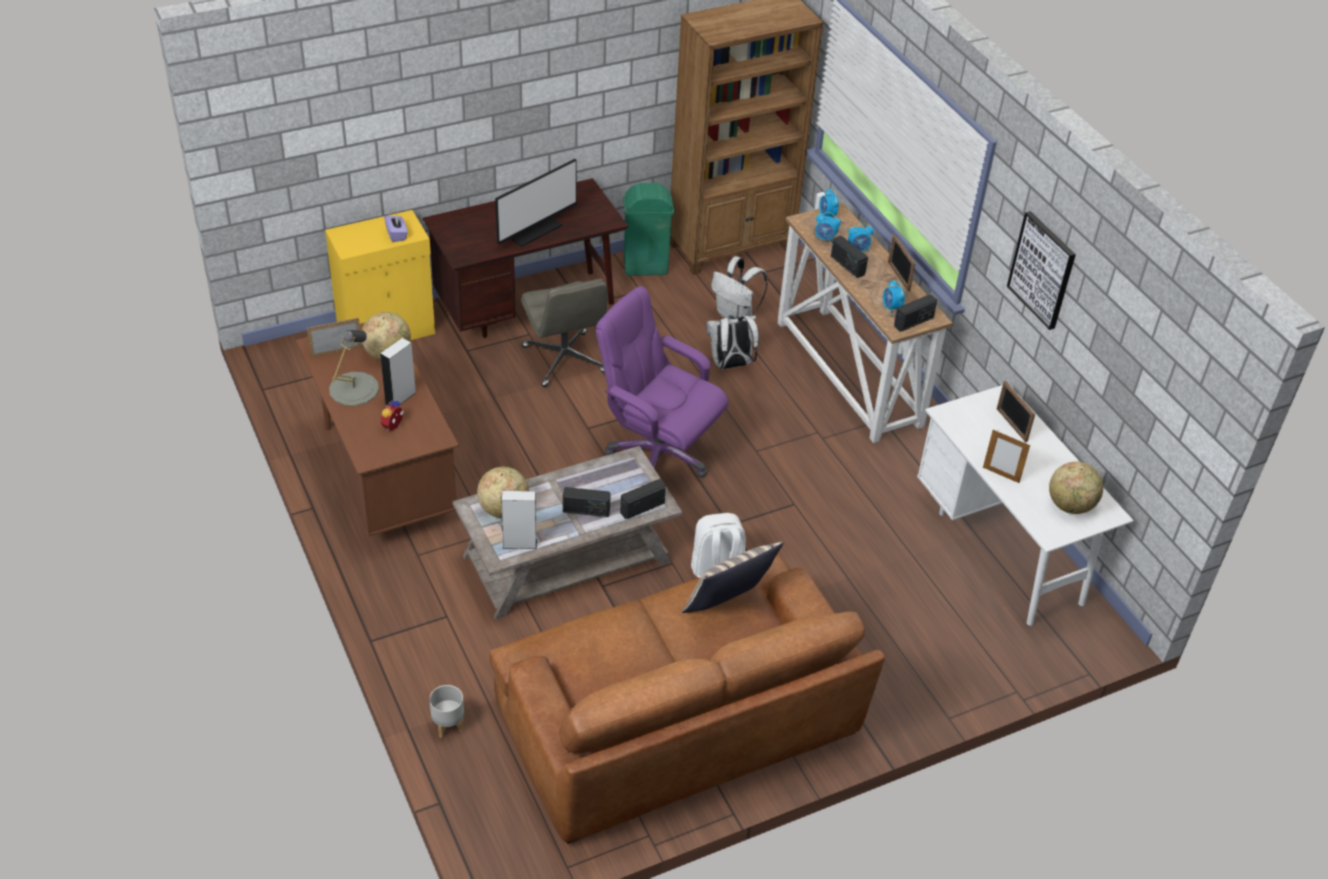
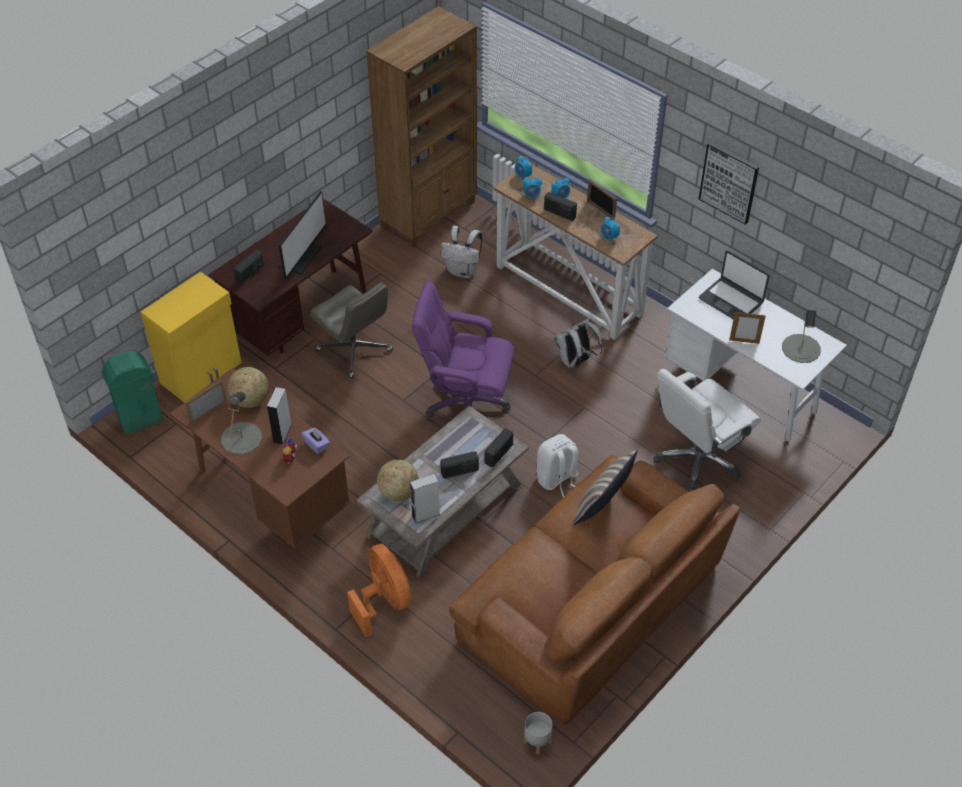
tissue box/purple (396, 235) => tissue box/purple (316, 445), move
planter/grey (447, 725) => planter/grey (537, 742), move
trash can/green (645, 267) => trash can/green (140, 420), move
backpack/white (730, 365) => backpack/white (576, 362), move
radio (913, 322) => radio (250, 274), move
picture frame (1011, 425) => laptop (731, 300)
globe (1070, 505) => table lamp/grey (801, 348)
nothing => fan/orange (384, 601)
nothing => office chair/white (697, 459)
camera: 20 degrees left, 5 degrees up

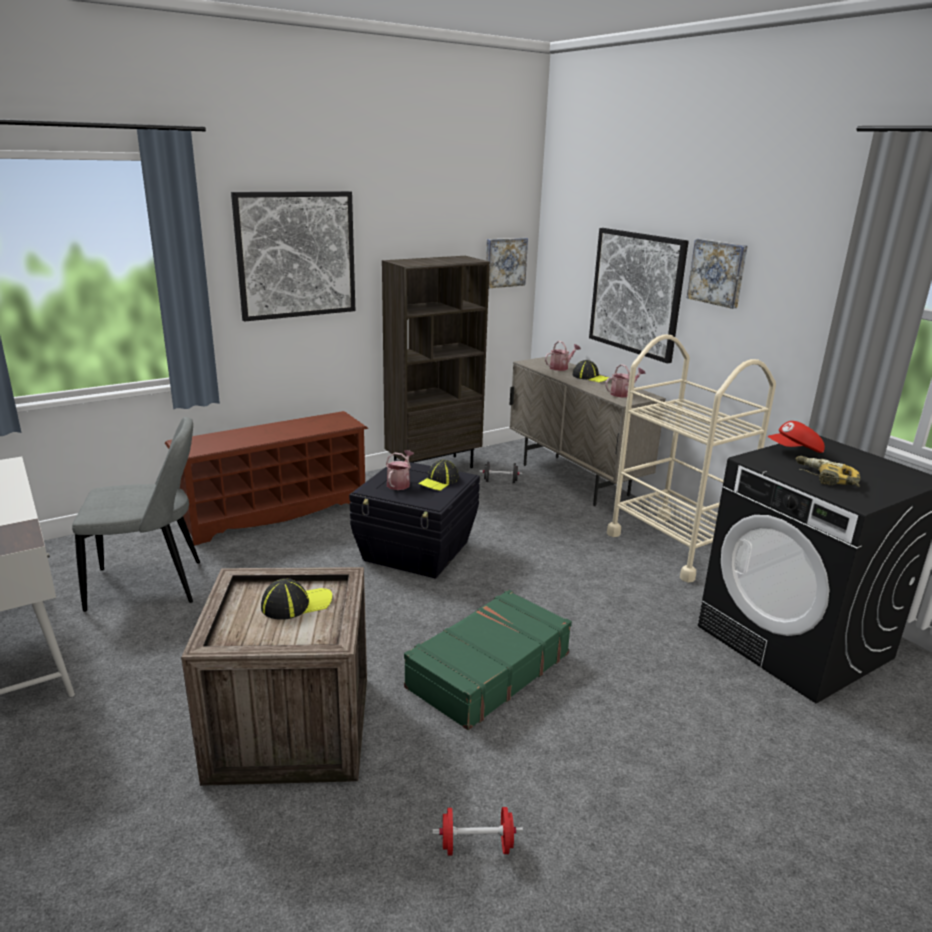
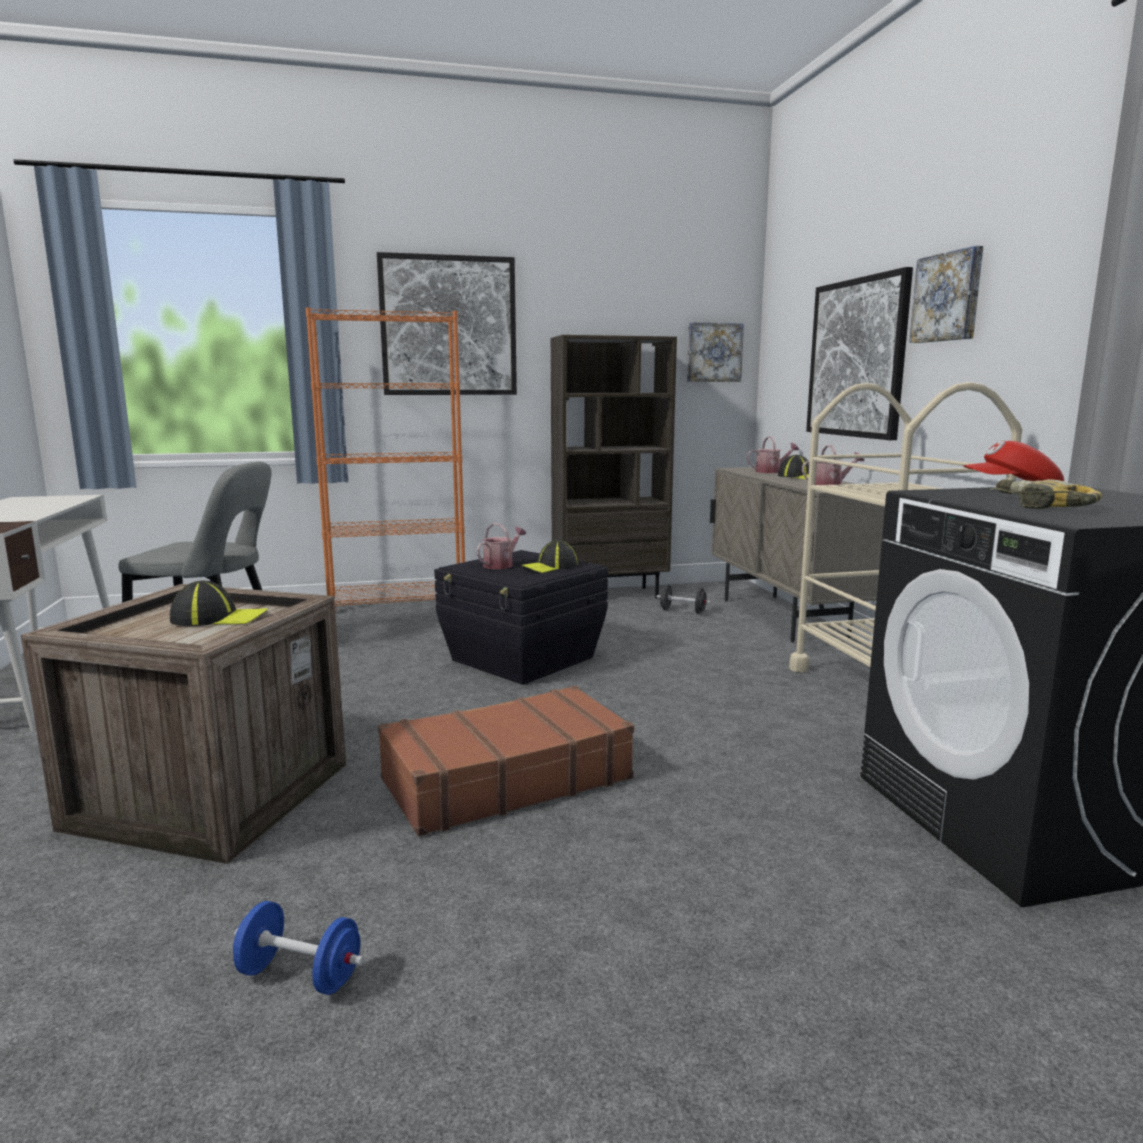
shoe rack/brown (276, 513) => bookcase/orange (399, 614)
suitcase/green (487, 670) => suitcase/brown (505, 779)
dumbbell/red (477, 846) => dumbbell/blue (300, 975)
camera: 20 degrees right, 10 degrees down

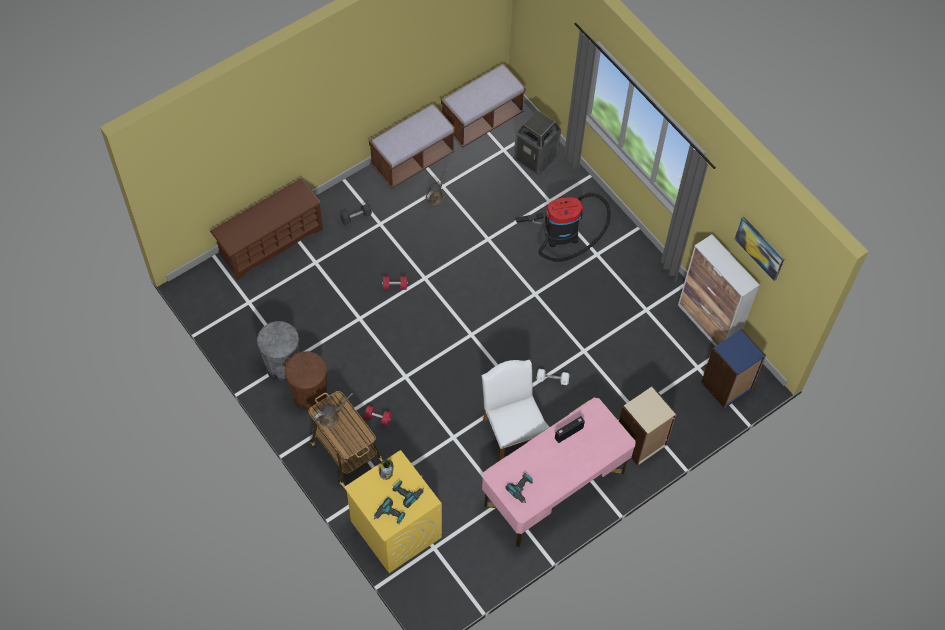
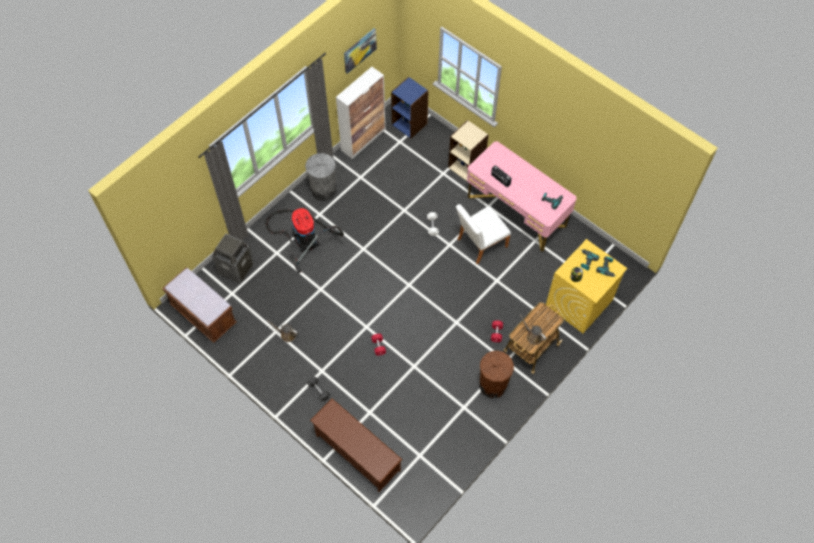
trash can/grey (283, 367) => trash can/grey (323, 190), move
bench/brown (412, 160) => nothing
camera: 100 degrees left, 0 degrees up

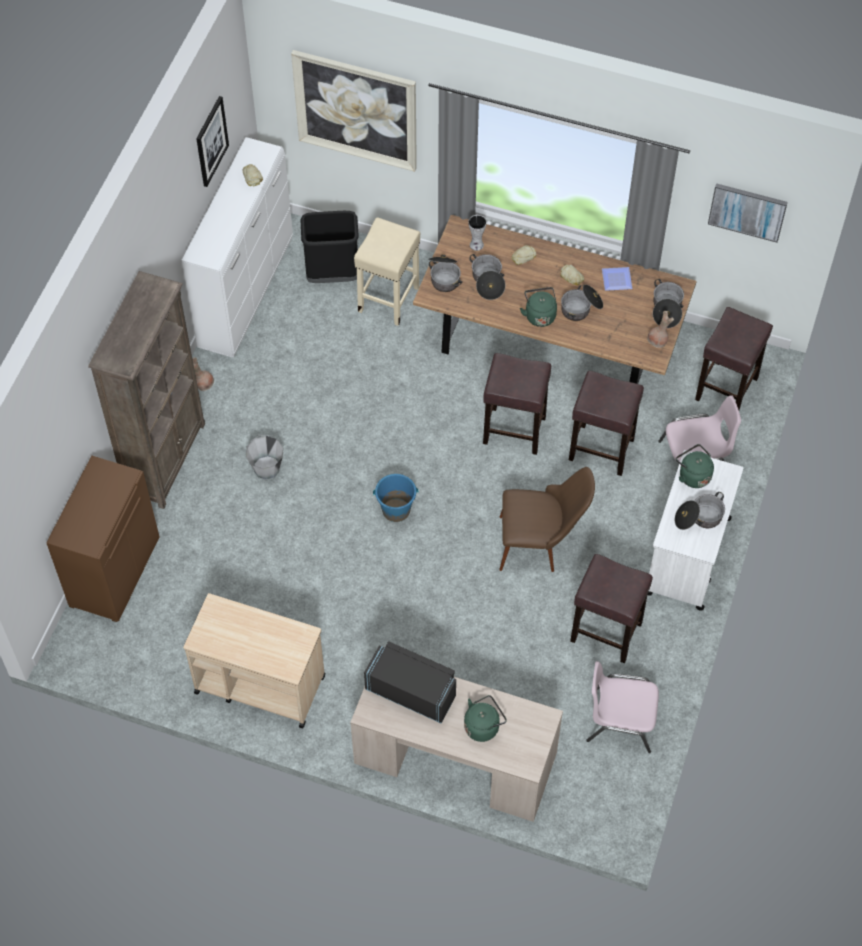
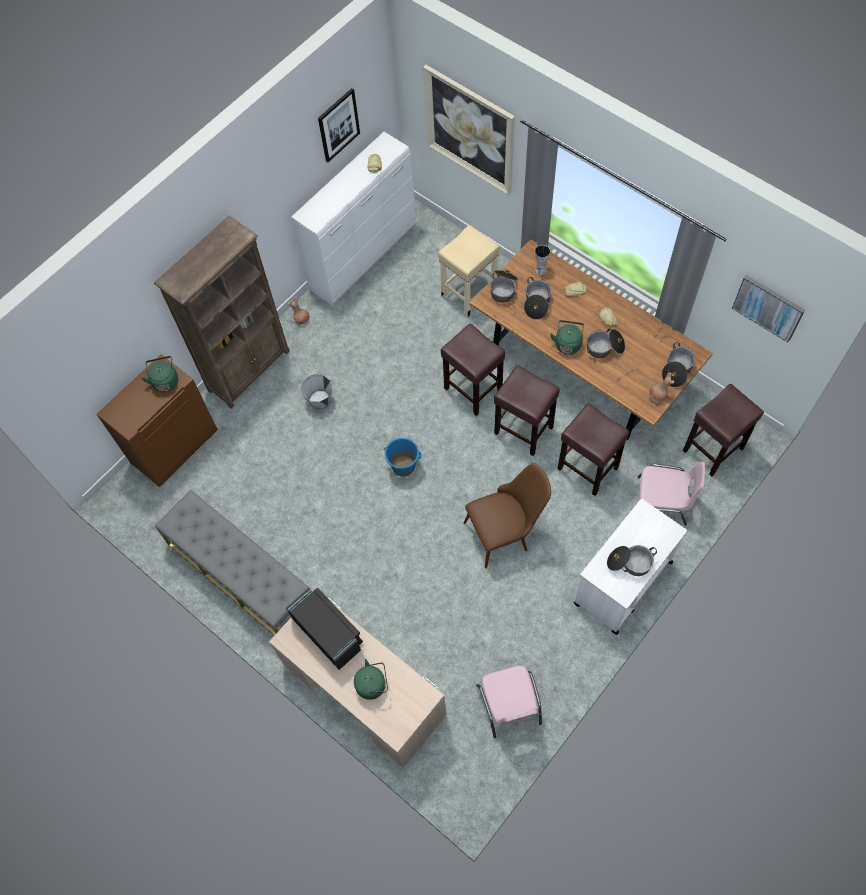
cart/beige (259, 684) => bench/grey (240, 573)
trash can/black (333, 274) => nothing
chair/brown (540, 543) => chair/brown (505, 531), 45 degrees counterclockwise
stool/brown (604, 632) => stool/brown (472, 390), move
chair/pink (620, 719) => chair/pink (509, 705), 135 degrees counterclockwise
plate (617, 279) => nothing
kettle/green (693, 475) => kettle/green (165, 380), move
camera: 25 degrees right, 5 degrees up

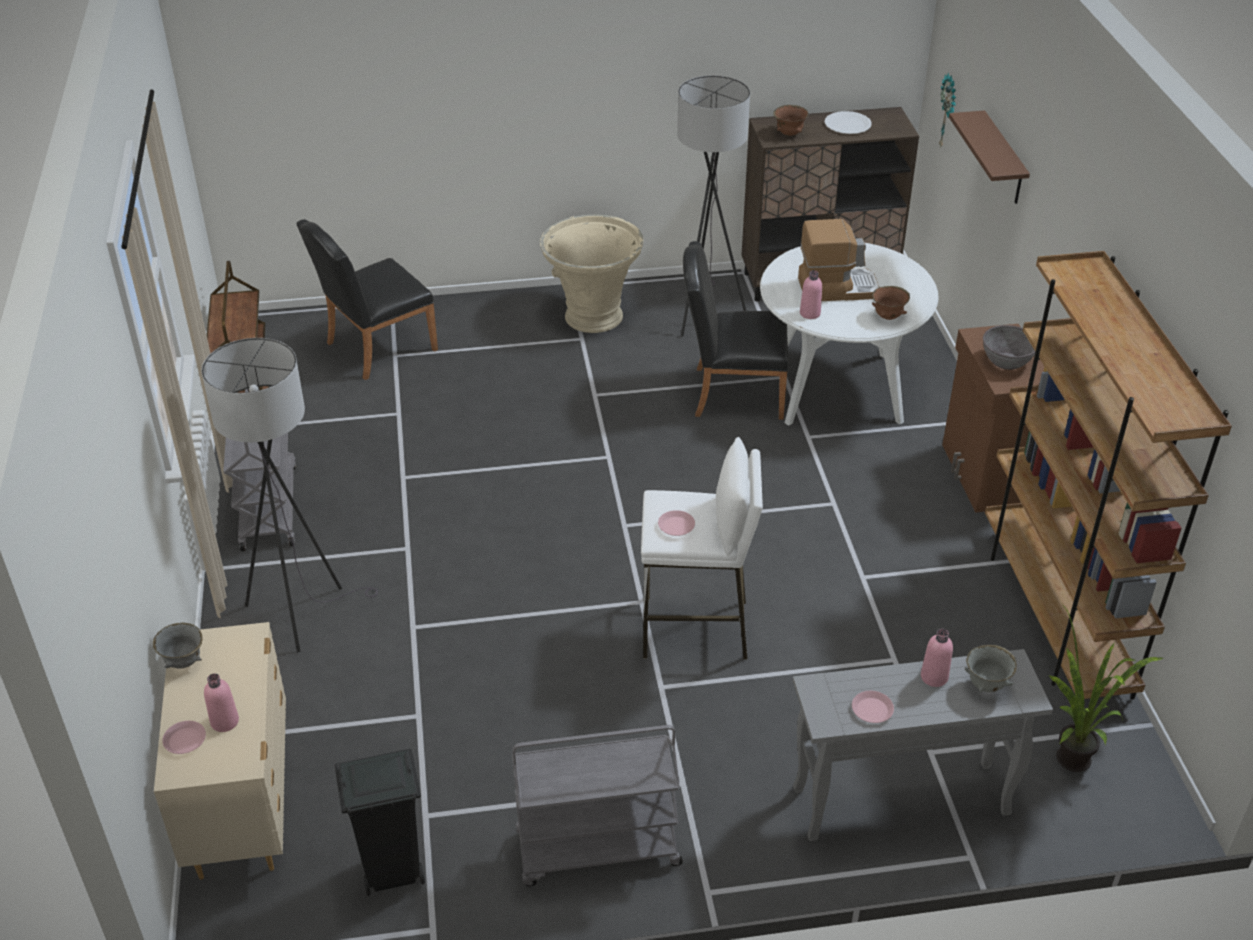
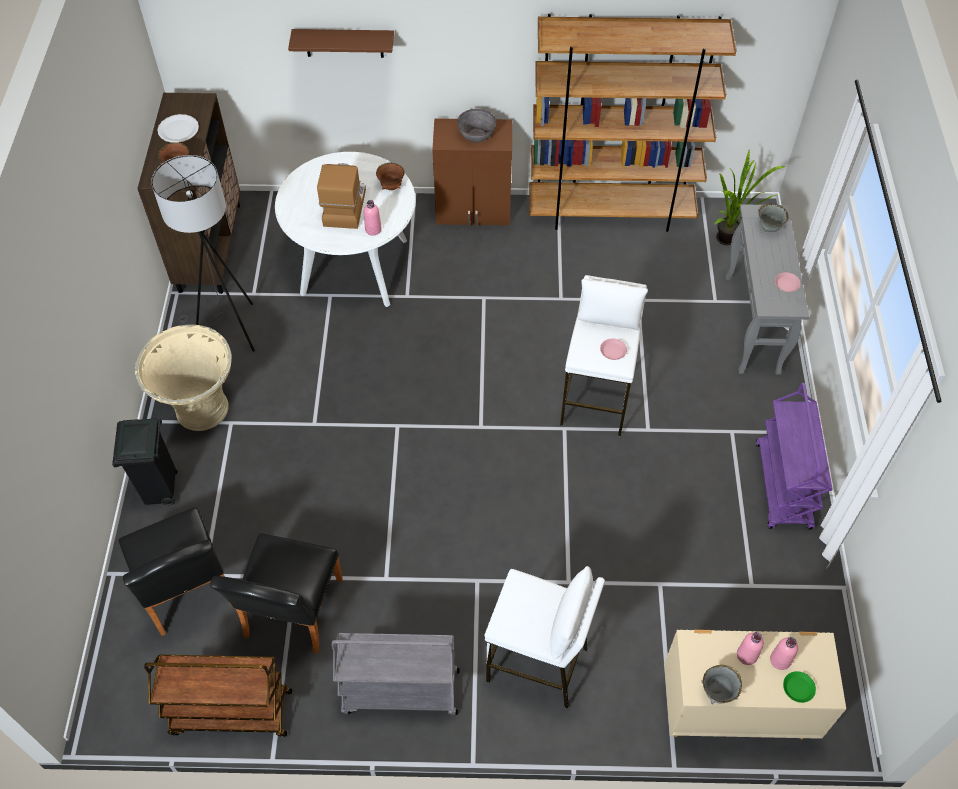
plate/pink (184, 740) => plate/green (798, 688)
floor lamp/grey (301, 610) => stool/white (537, 665)
trash can/black (391, 873) => trash can/black (161, 491), move
cart/grey (597, 850) => cart/purple (783, 486)
chair/black (731, 392) => chair/black (291, 614), move
bottle/pink (934, 677) => bottle/pink (747, 655), move
wall clock (949, 112) => nothing
camera: 80 degrees left, 15 degrees up

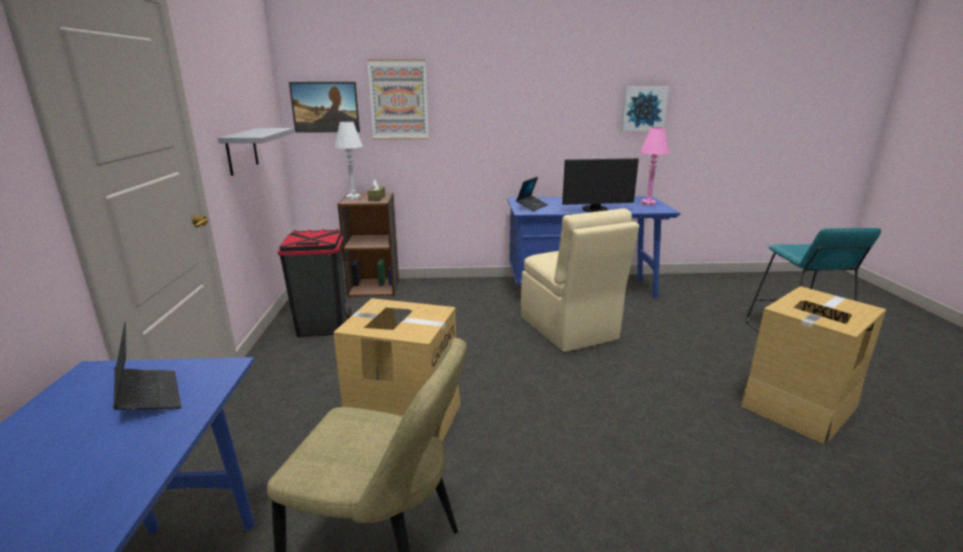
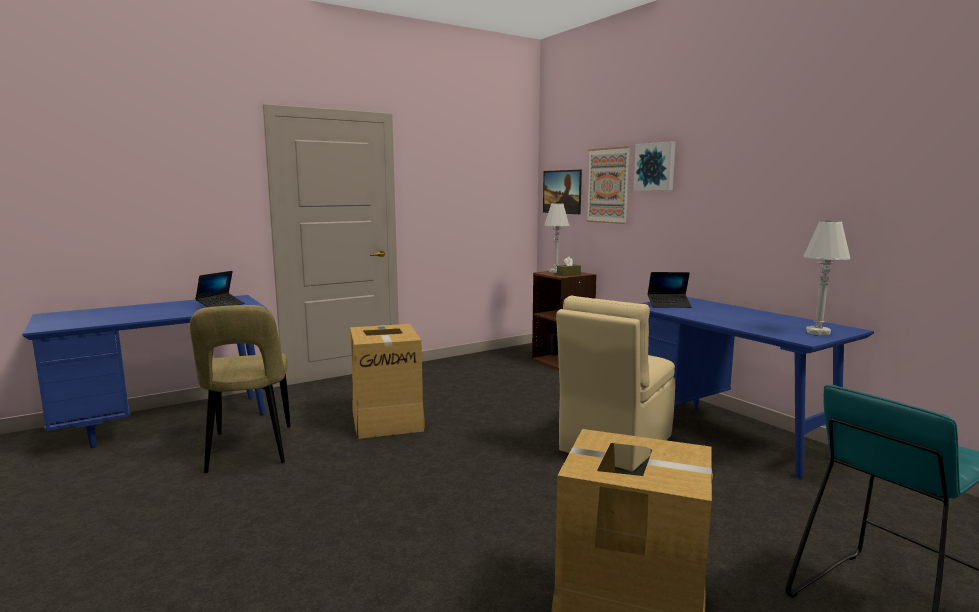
shelf/grey (242, 151) => nothing
trash can/black (322, 327) => nothing
monitor (596, 210) => nothing
picture (643, 108) => picture (655, 167), move
table lamp/pink (648, 203) => table lamp/white (817, 332)
camera: 60 degrees right, 10 degrees down

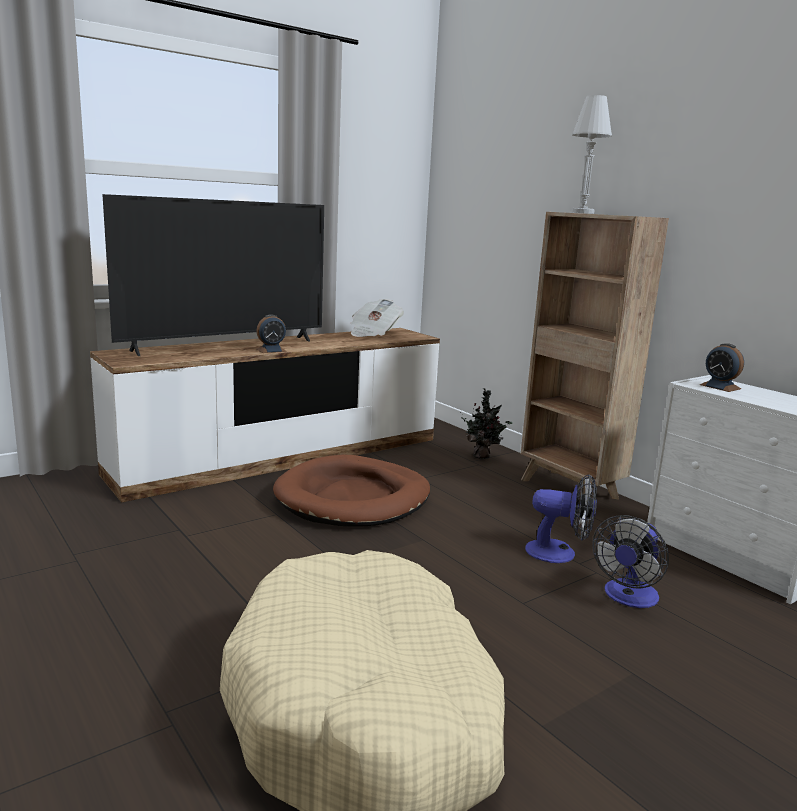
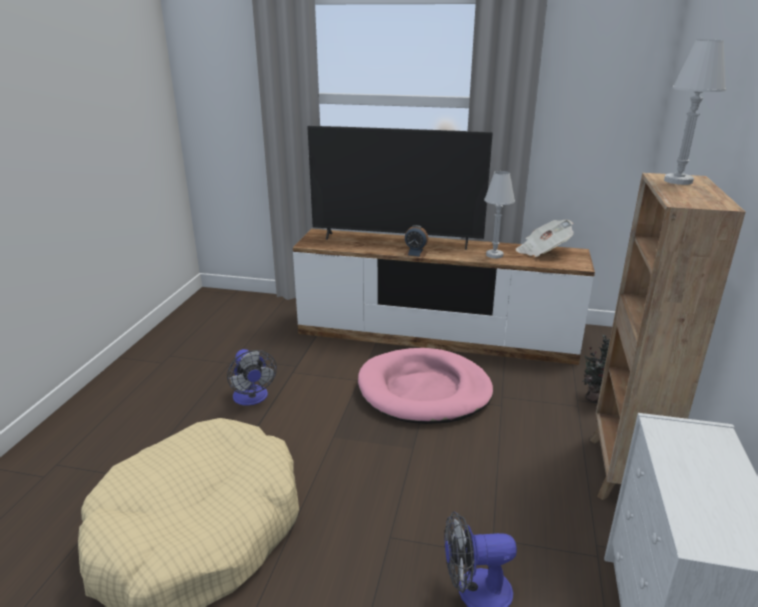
dog bed/brown (353, 498) => dog bed/pink (424, 391)
fan (559, 553) => fan (252, 398), move
alarm clock (720, 387) => nothing
nothing => table lamp/white (494, 255)
camera: 50 degrees right, 10 degrees up

